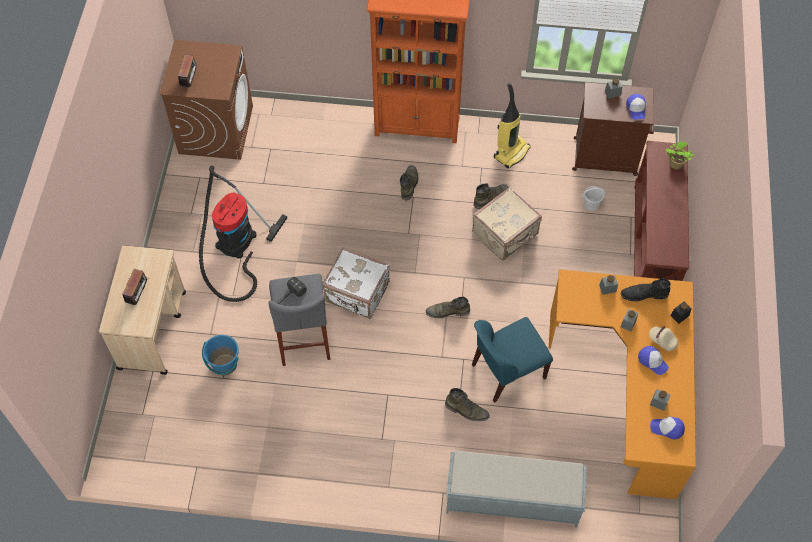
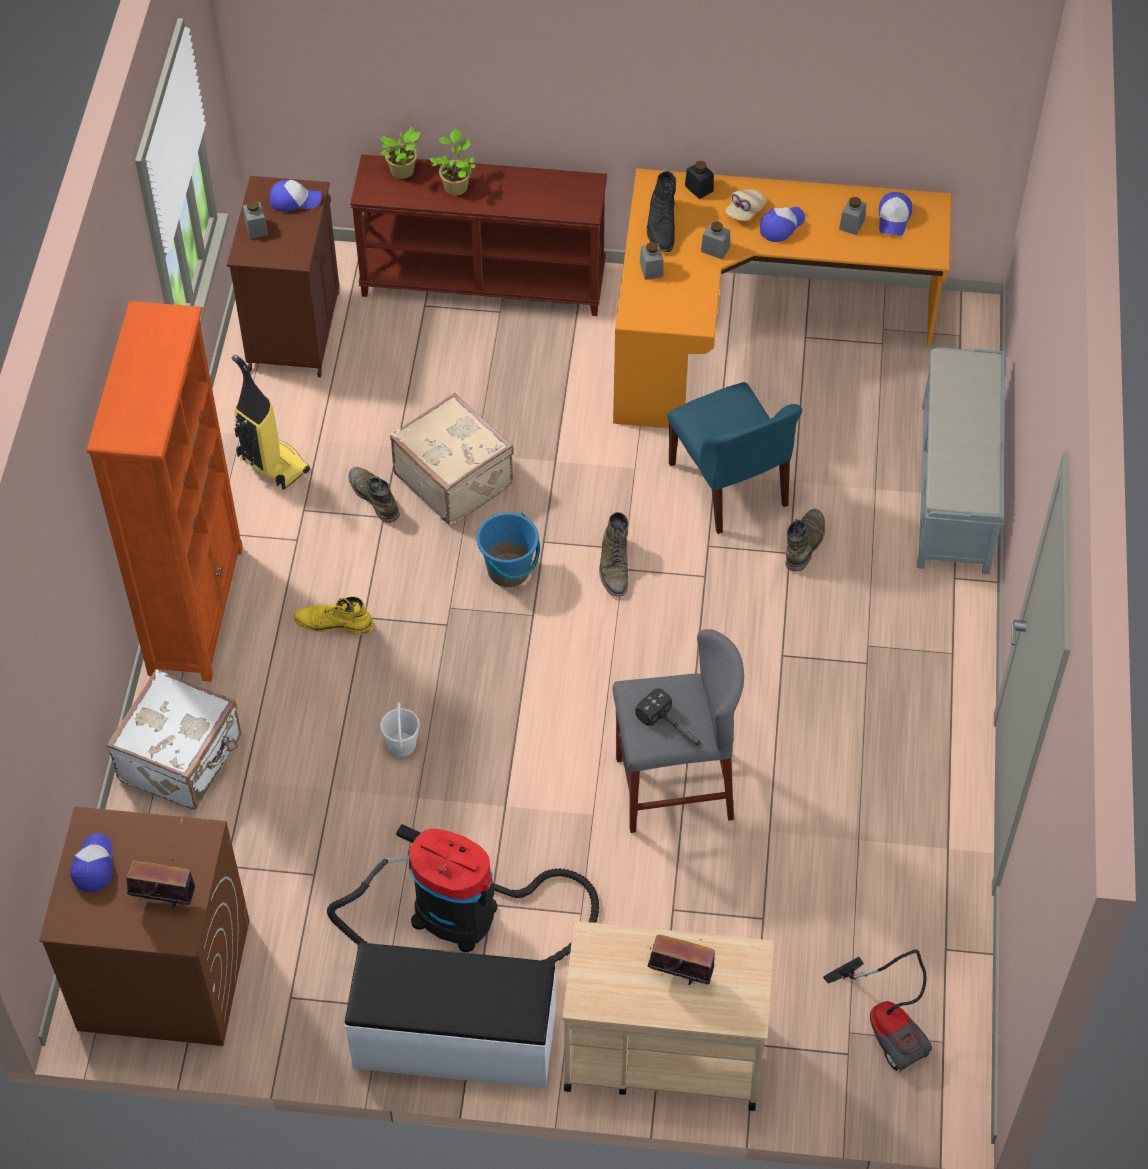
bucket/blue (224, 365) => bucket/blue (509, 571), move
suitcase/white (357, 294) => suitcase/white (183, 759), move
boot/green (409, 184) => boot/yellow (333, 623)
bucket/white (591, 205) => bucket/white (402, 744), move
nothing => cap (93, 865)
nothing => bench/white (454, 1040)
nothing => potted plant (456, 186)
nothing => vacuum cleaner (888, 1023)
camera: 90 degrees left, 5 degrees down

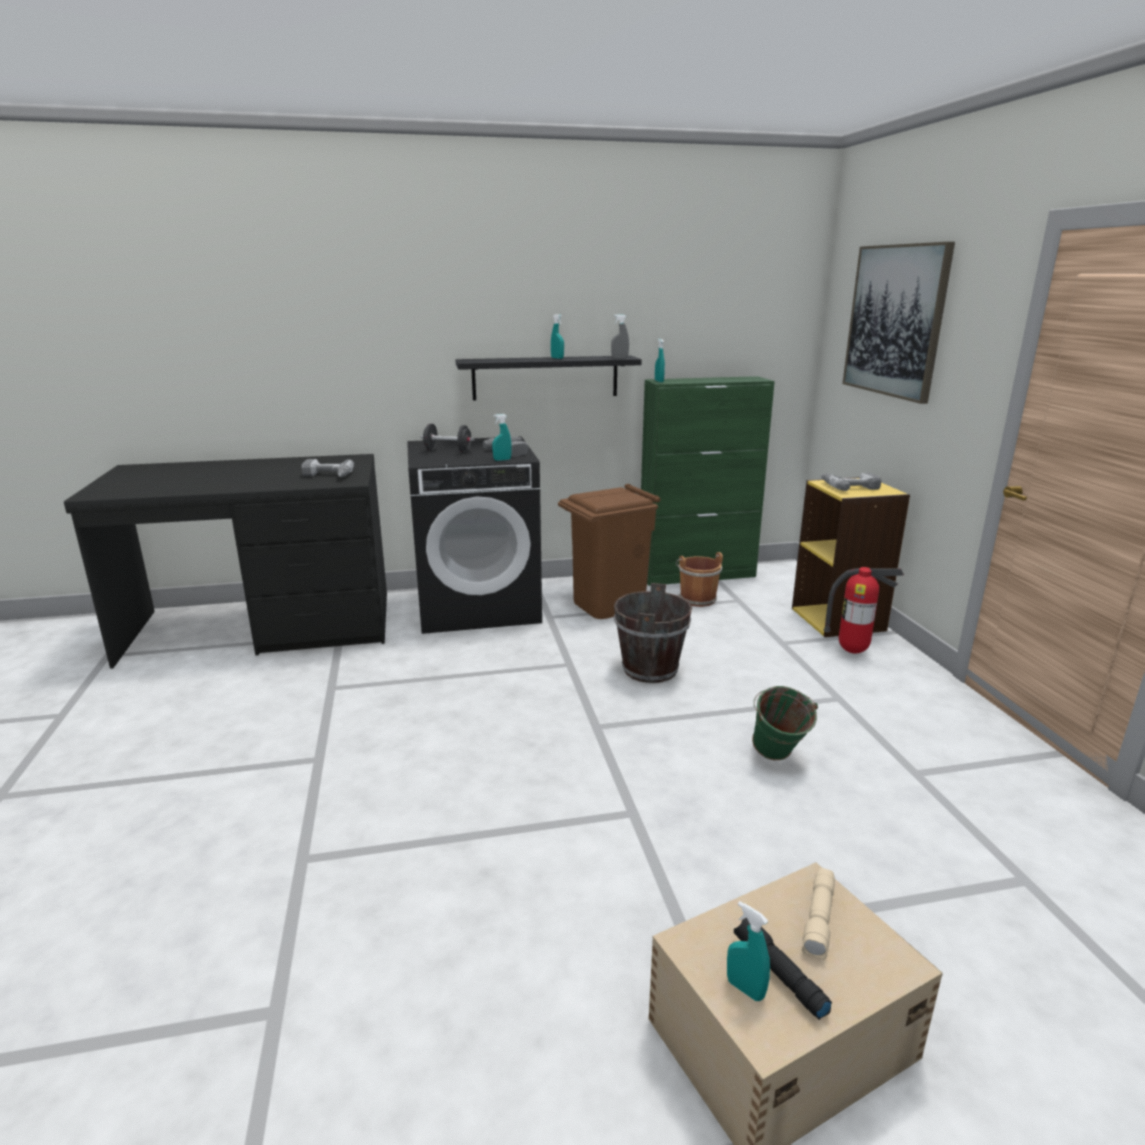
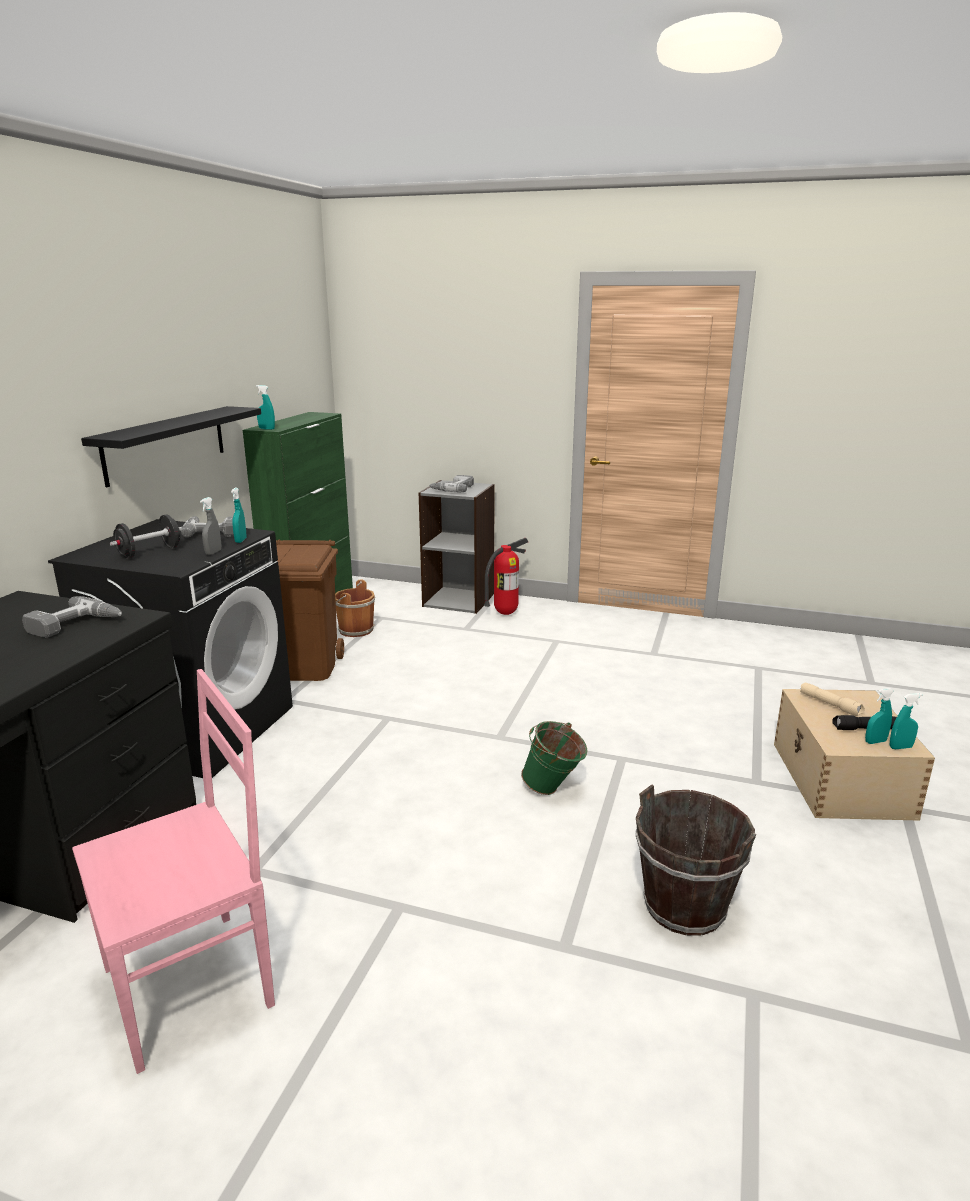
spray bottle/turquoise (557, 358) => spray bottle/turquoise (900, 747), move
spray bottle/grey (619, 358) => spray bottle/grey (213, 552), move
bucket/brown (650, 670) => bucket/brown (685, 906), move
bucket/green (777, 759) => bucket/green (553, 790), move
bookcase/yellow (839, 619) => bookcase/grey (459, 600)
picture (895, 321) => nothing
nothing => chair/pink (193, 984)
camera: 60 degrees left, 0 degrees up

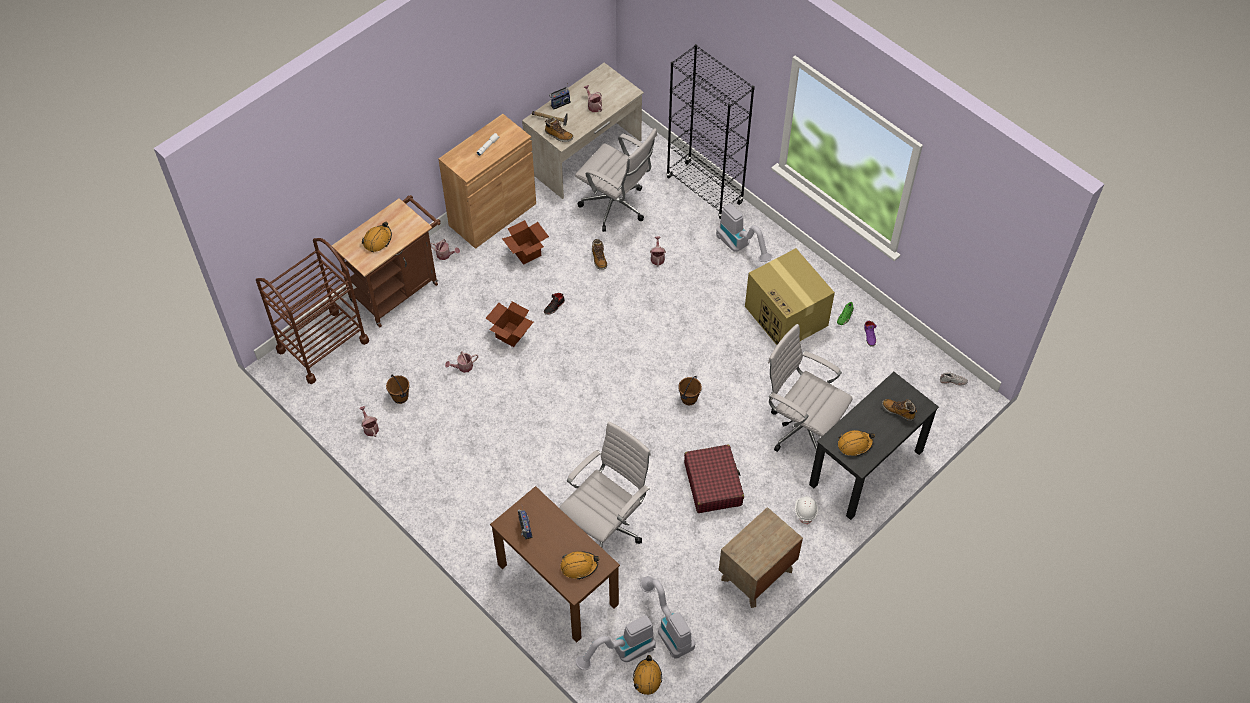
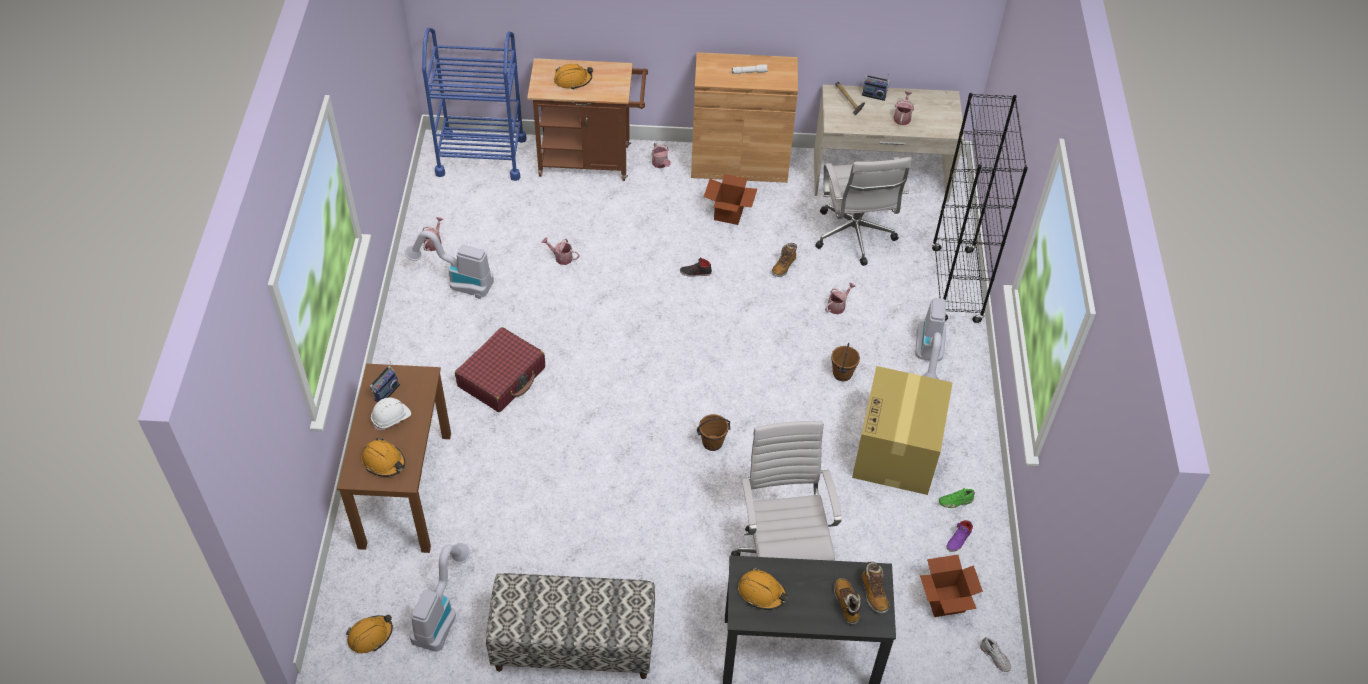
cart/brown (323, 345) => cart/blue (481, 156)
bucket/brown (400, 397) => bucket/brown (842, 374), move
cardboard box (511, 334) => cardboard box (945, 601), move
boot (558, 135) => boot (873, 593), move
office chair/white (606, 526) => nothing
vacuum cleaner (621, 653) => vacuum cleaner (457, 282), move
suitcase/red (713, 483) => suitcase/red (502, 377), move
nightstand/brown (756, 575) => bench (573, 645)
hard hat/white (805, 510) => hard hat/white (391, 418), move
camera: 45 degrees right, 5 degrees down

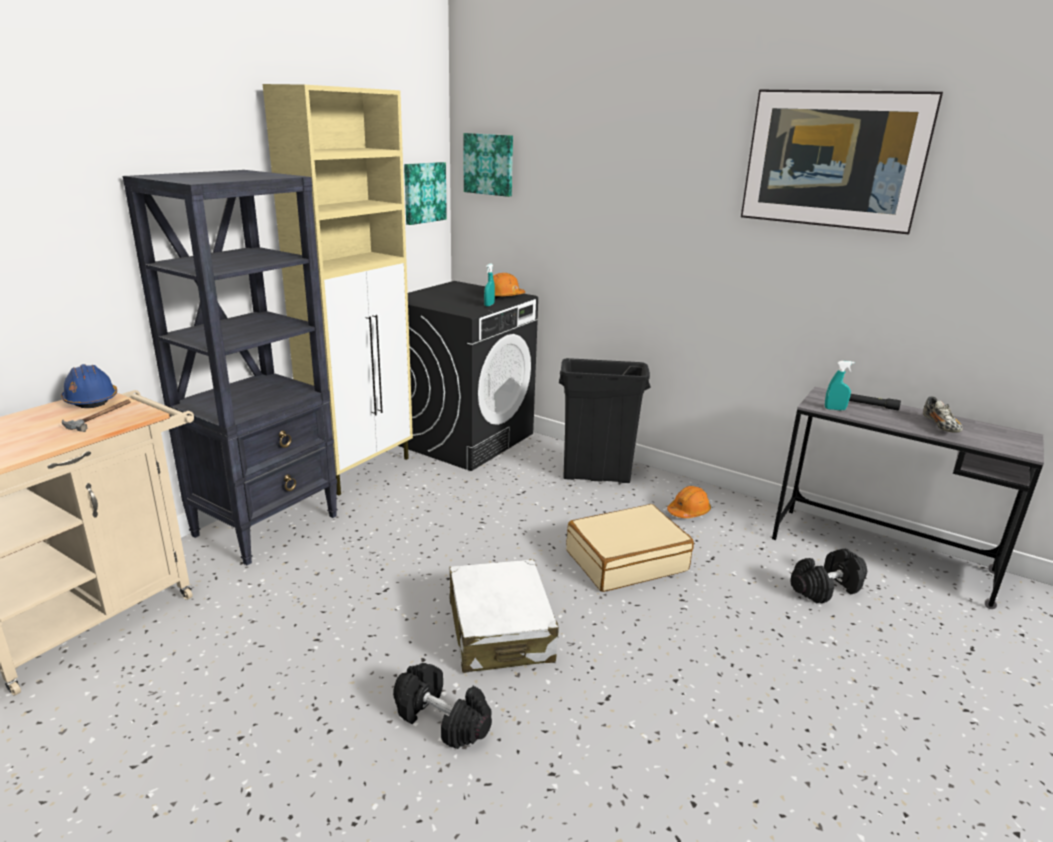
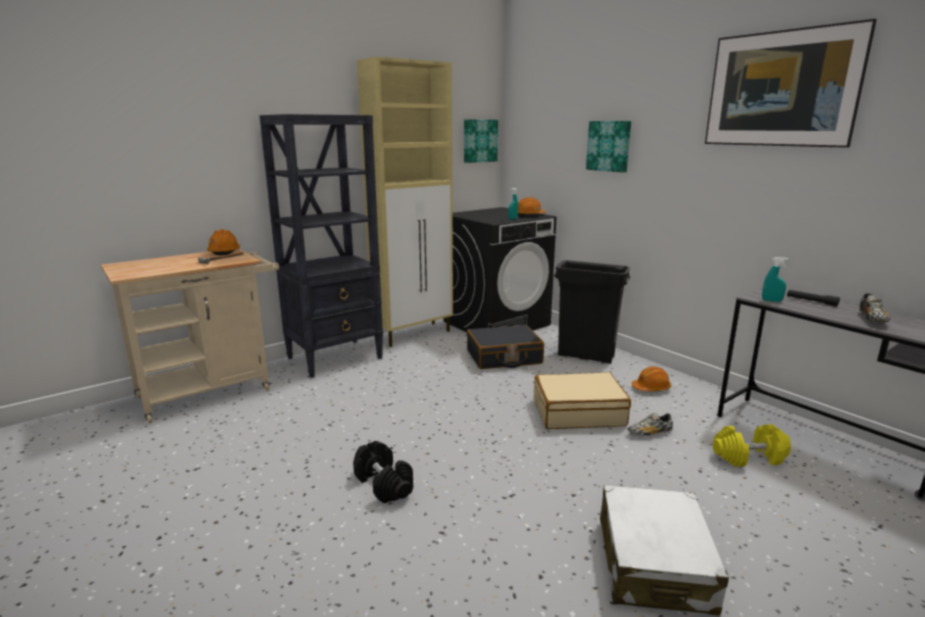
hard hat/blue (91, 399) => hard hat/orange (224, 252)
suitcase/white (500, 630) => suitcase/white (654, 564), move
picture (489, 164) => picture (609, 146), move
dumbbell/black (825, 589) => dumbbell/yellow (749, 457)
nothing => suitcase/black (504, 357)
nothing => shoe (650, 433)
camera: 20 degrees right, 5 degrees down

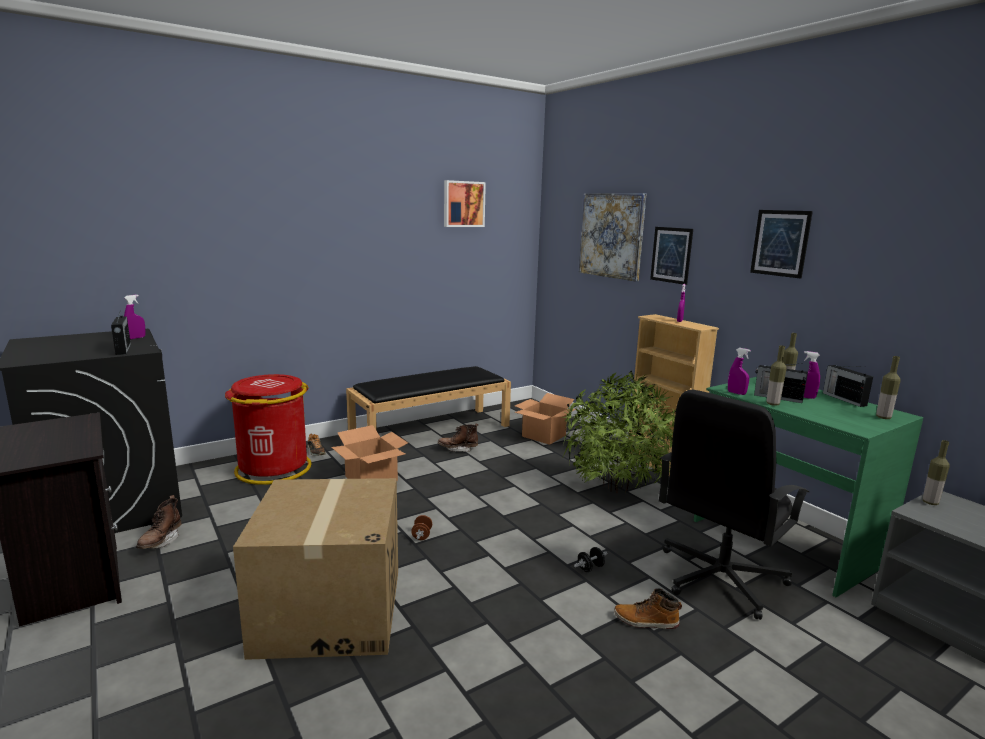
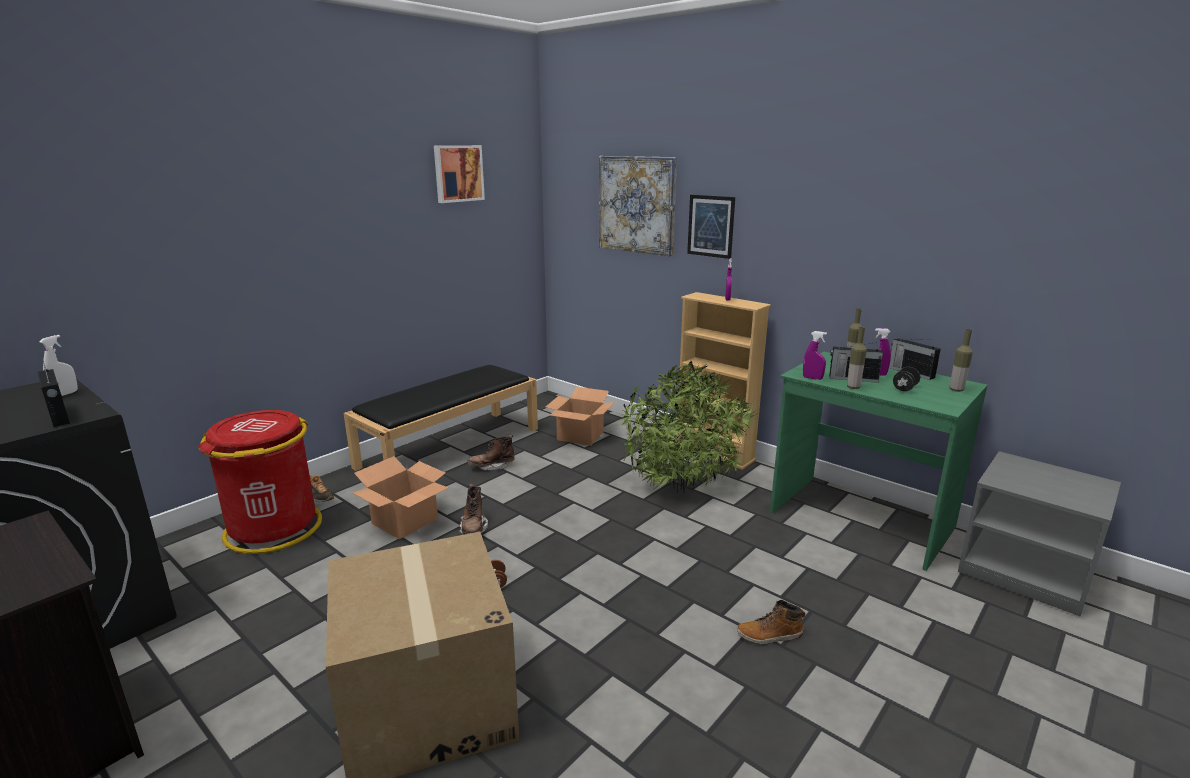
spray bottle/purple (136, 338) => spray bottle/white (65, 394)
boot/brown (161, 541) => boot/brown (473, 528), move
dumbbell/black (590, 568) => dumbbell/black (904, 388), move
office chair/black (719, 578) => nothing
picture (780, 243) => nothing
bottle (930, 502) => nothing
camera: 15 degrees left, 5 degrees up

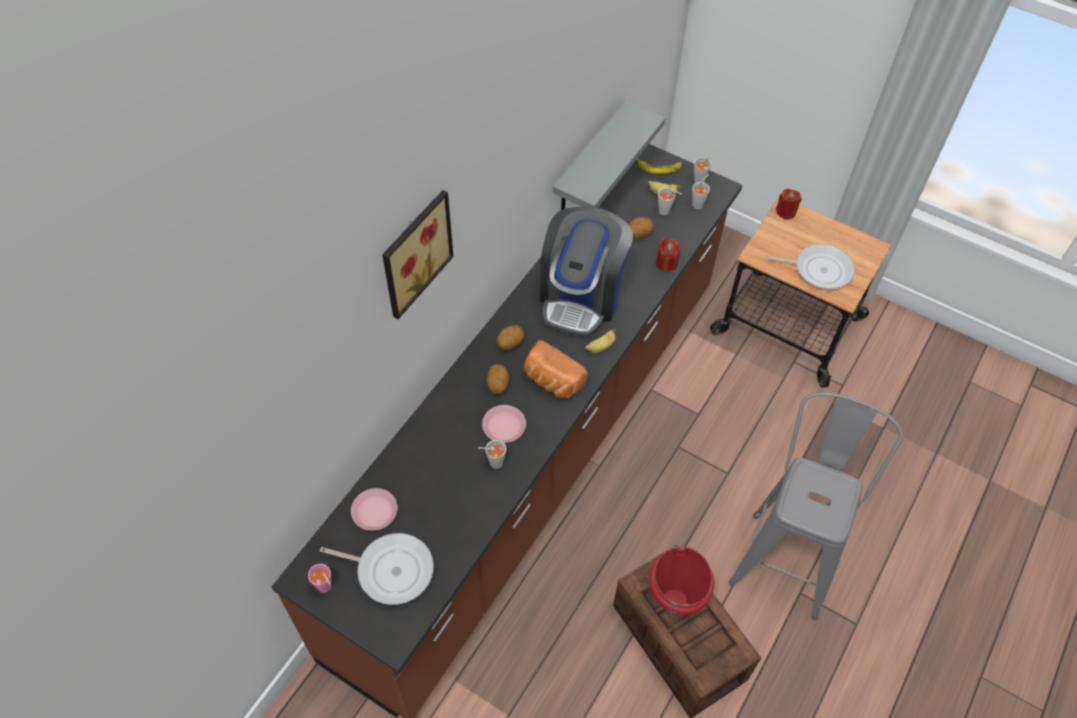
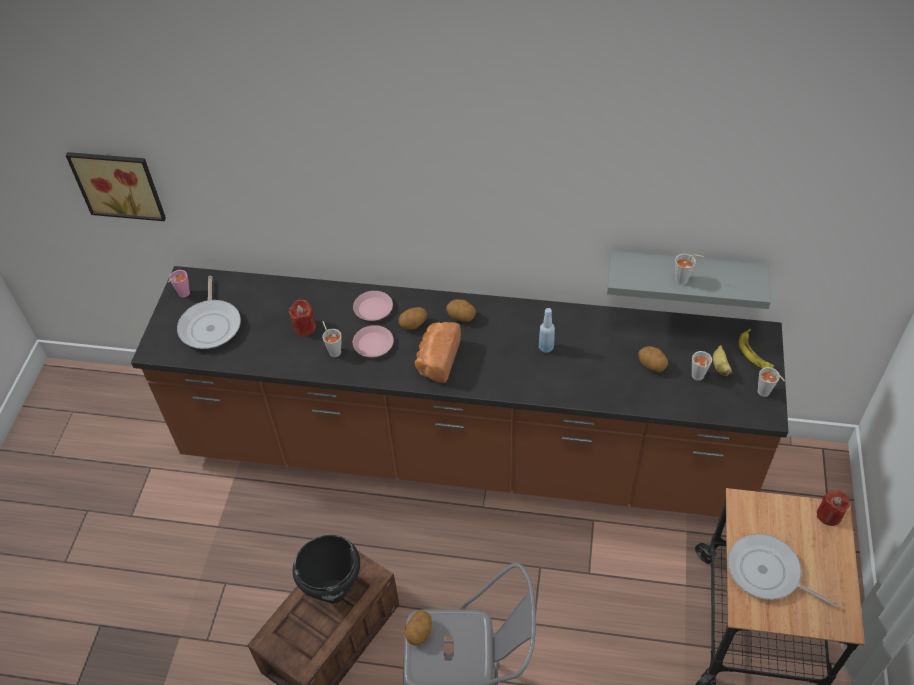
plate/pink (375, 512) => plate/pink (373, 309), move
picture (413, 252) => picture (119, 183), move
coffee machine (581, 295) => bottle/blue (546, 347)
banana (601, 347) => nothing
cooking pot/red (675, 601) => cooking pot/black (334, 592)
candle/red (666, 263) => candle/red (304, 327), move
cup/grey (699, 203) => cup/grey (684, 280), move
frying pan (819, 269) => frying pan (767, 573), 135 degrees clockwise
nothing => potato (419, 633)
camera: 70 degrees right, 5 degrees down

